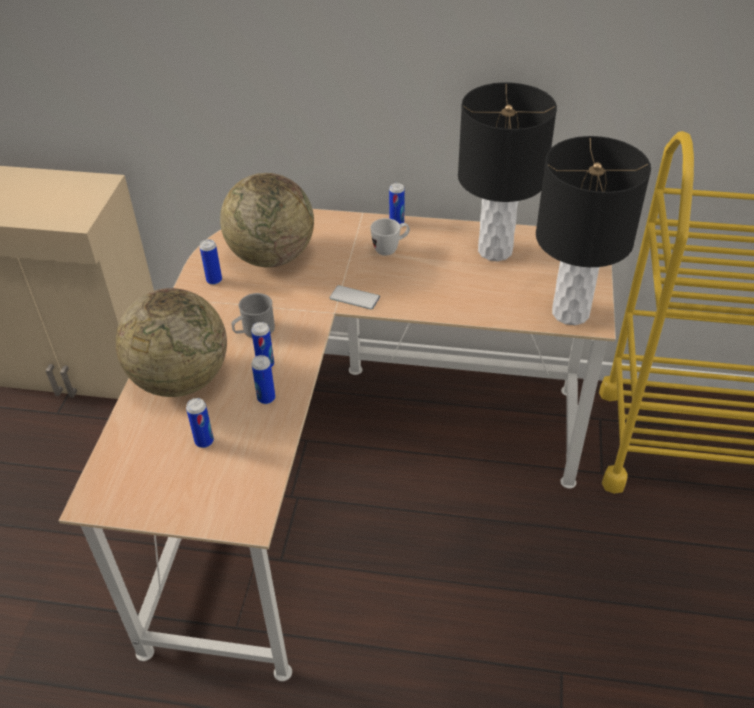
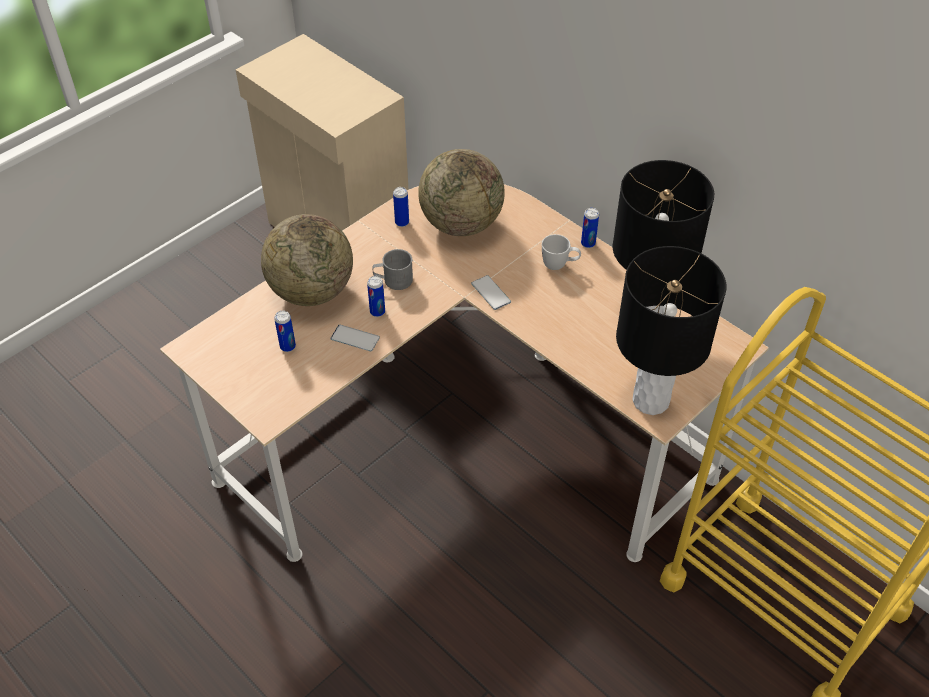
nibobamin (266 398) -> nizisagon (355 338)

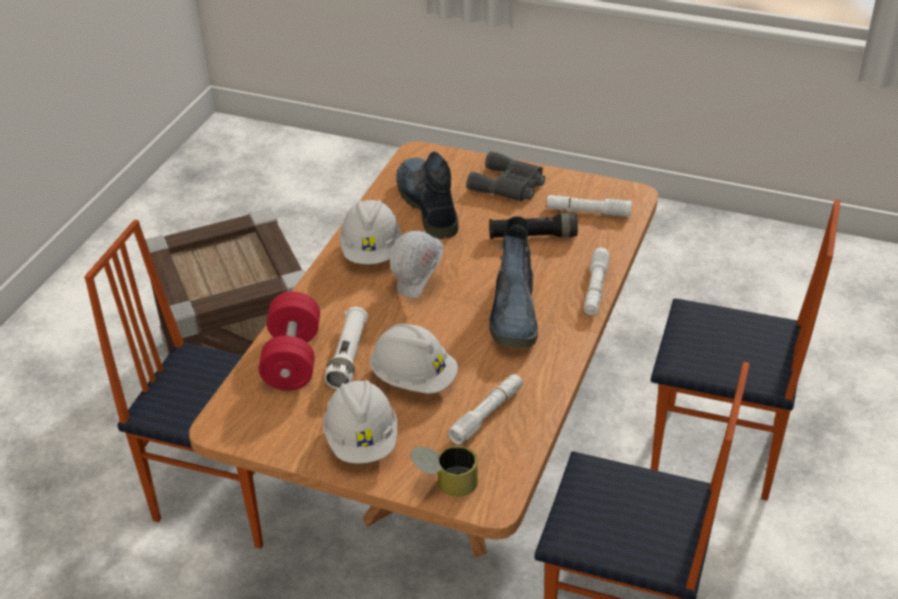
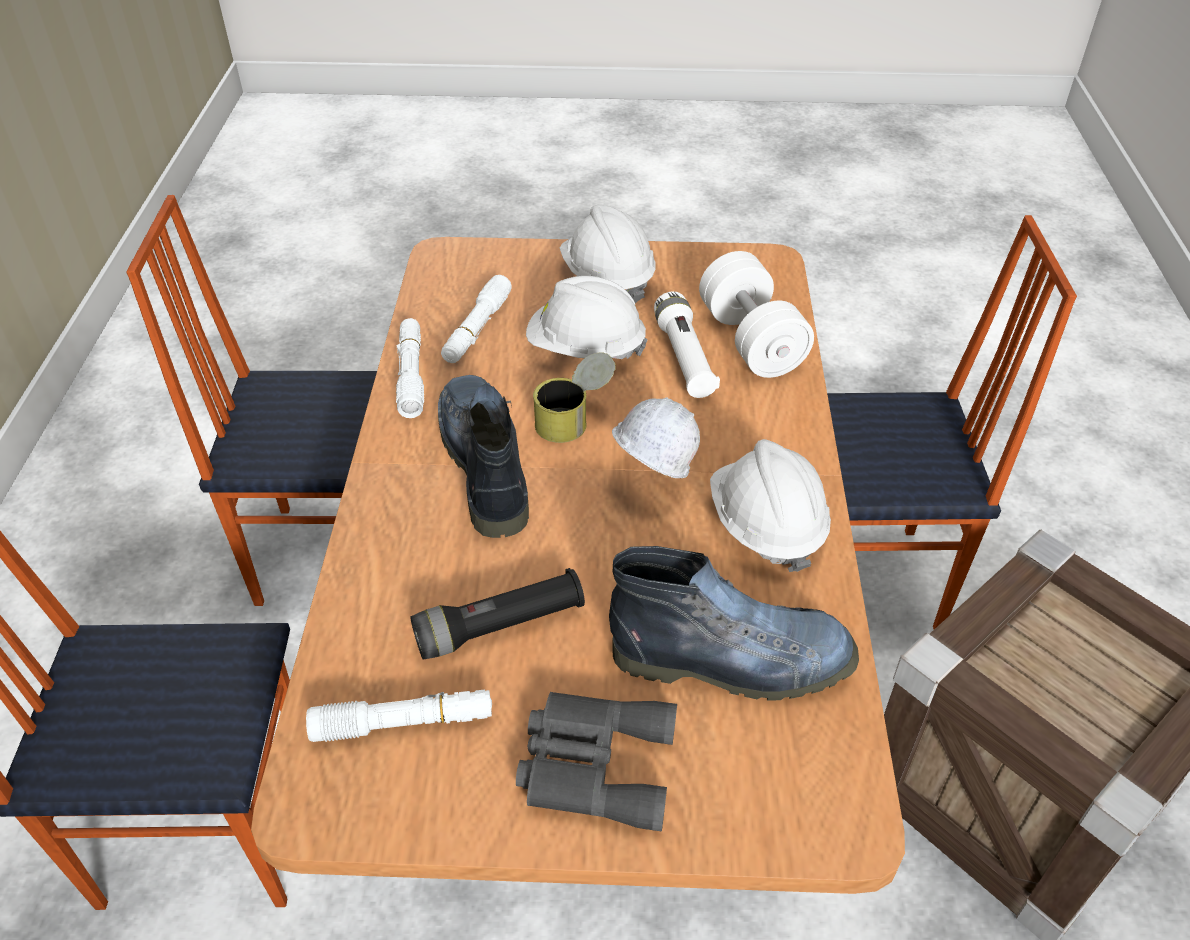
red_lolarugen (293 359) -> white_lolarugen (751 341)
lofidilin (427 205) -> lofidilin (735 659), 45 degrees counterclockwise
nibobamin (445 483) -> nibobamin (575 419), relocated
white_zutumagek (595 288) -> white_zutumagek (411 375), relocated

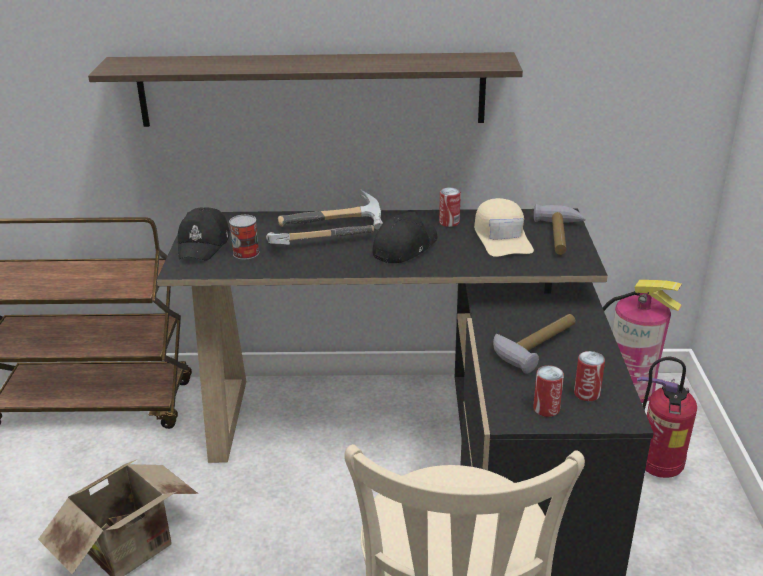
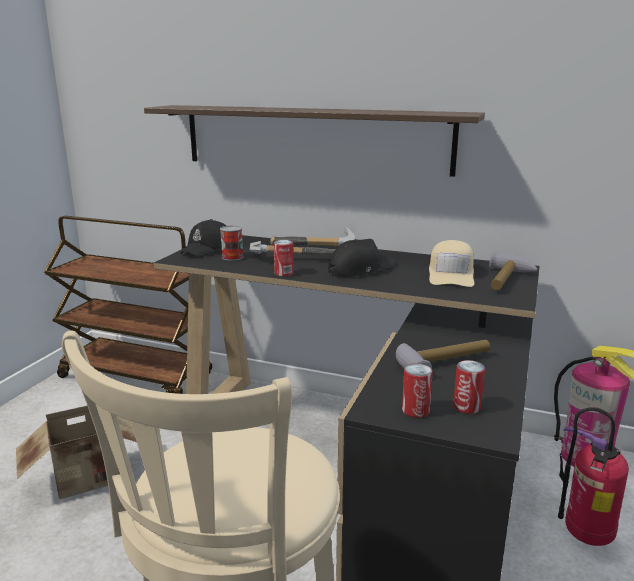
nibobamin (449 222) -> nibobamin (284 273), relocated

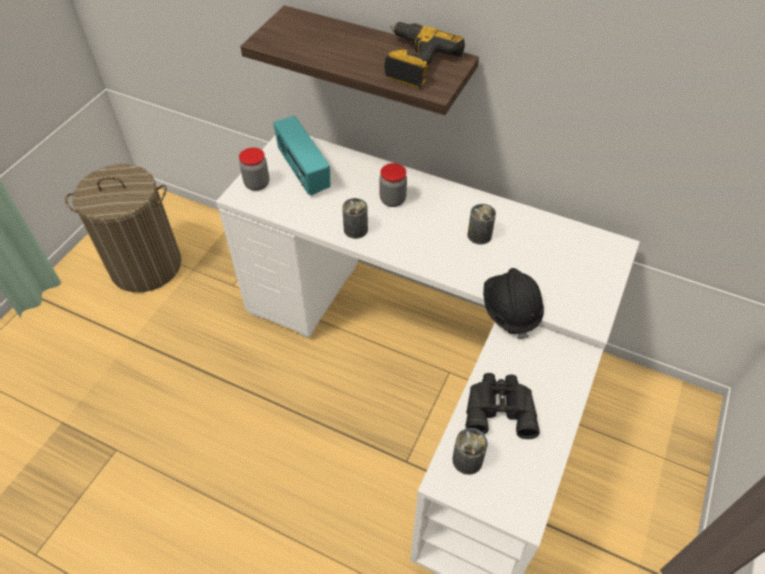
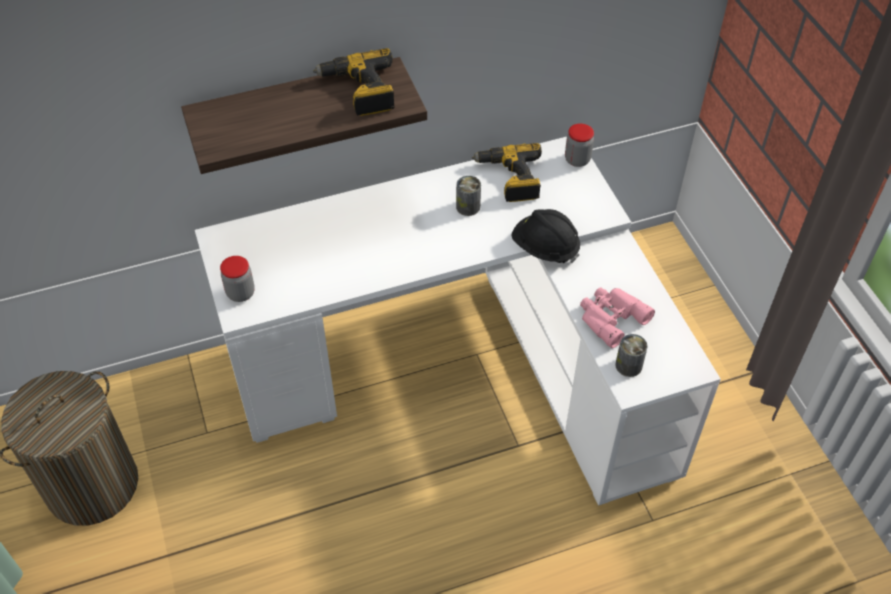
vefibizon (303 172) -> none
nibobamin (355 229) -> none
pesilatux (392 200) -> pesilatux (577 160), relocated
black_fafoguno (499 407) -> pink_fafoguno (610 317)
none -> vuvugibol (510 179)

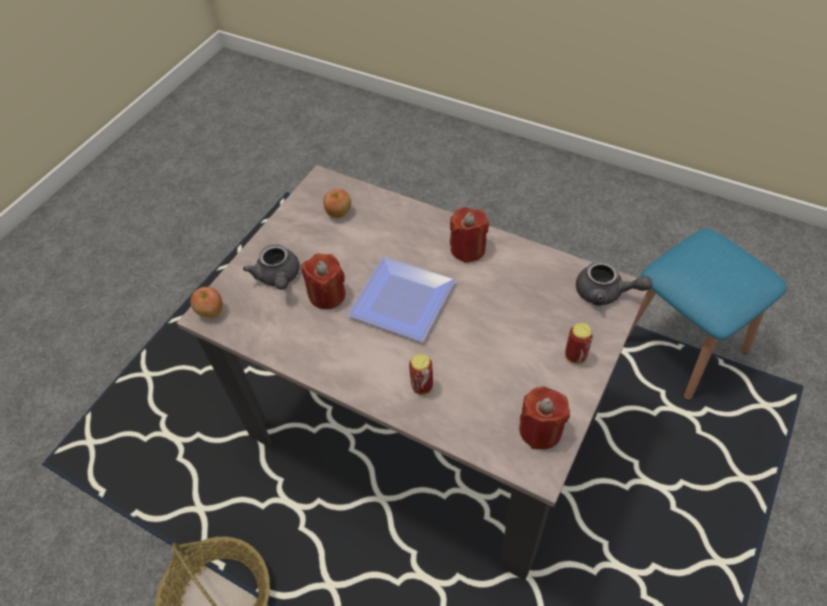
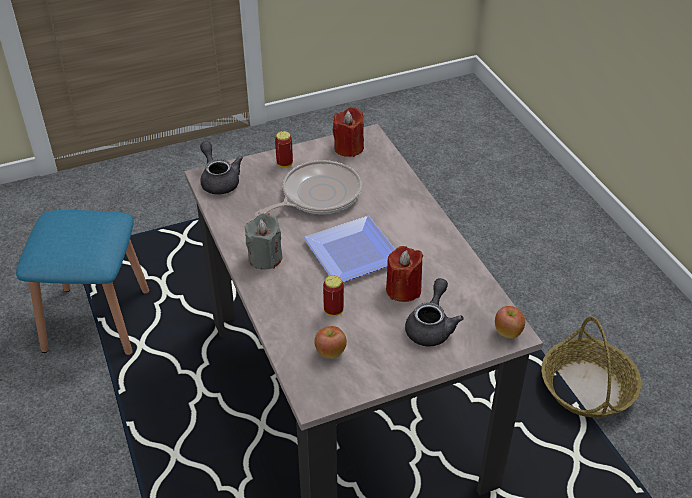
nibobamin (422 386) -> nibobamin (333 311), relocated
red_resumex (468 249) -> grey_resumex (265 258)
none -> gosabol (317 195)

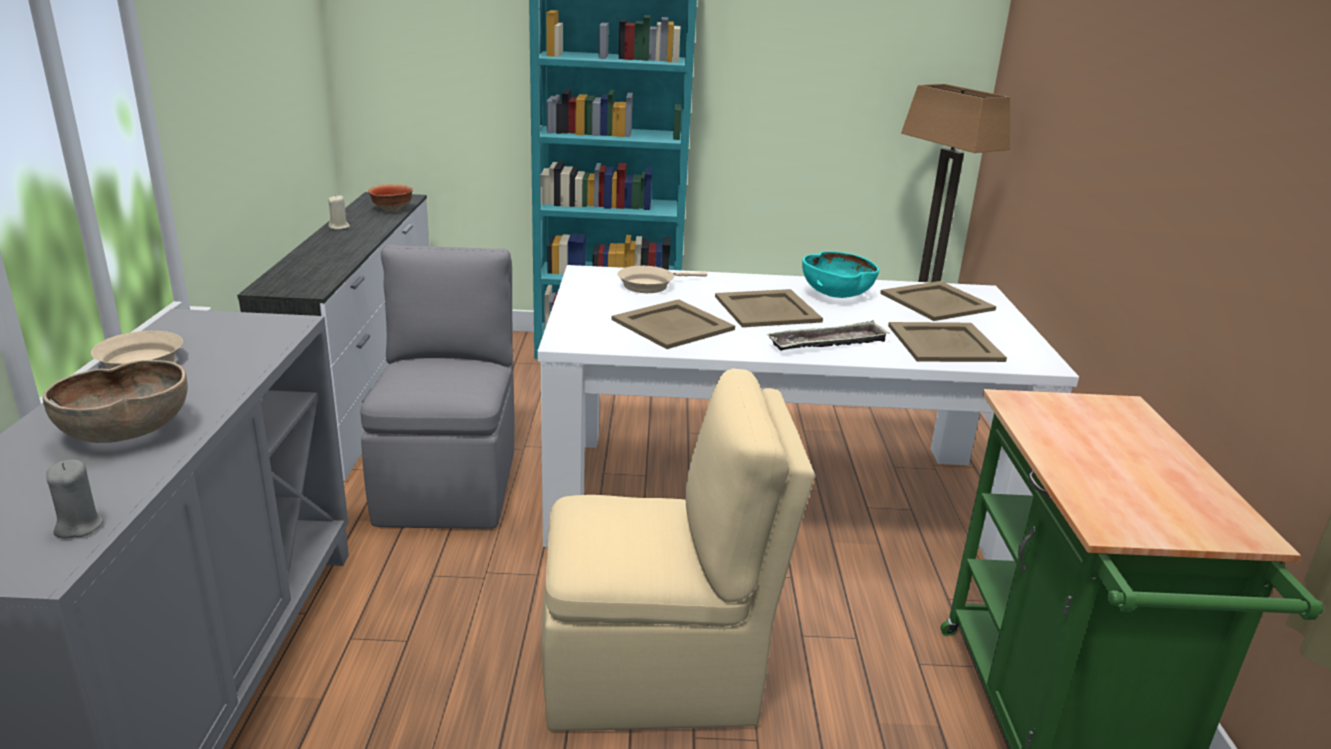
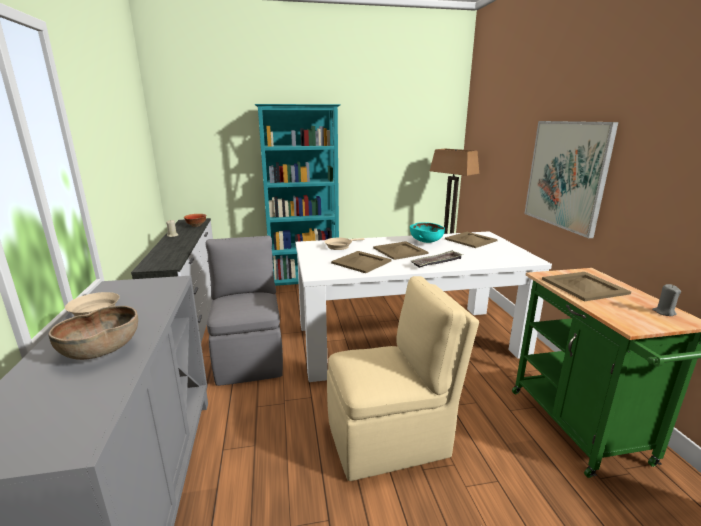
grey_resumex (79 526) -> grey_resumex (664 312), relocated
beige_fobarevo (945 343) -> beige_fobarevo (584 286), relocated
none -> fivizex (566 175)

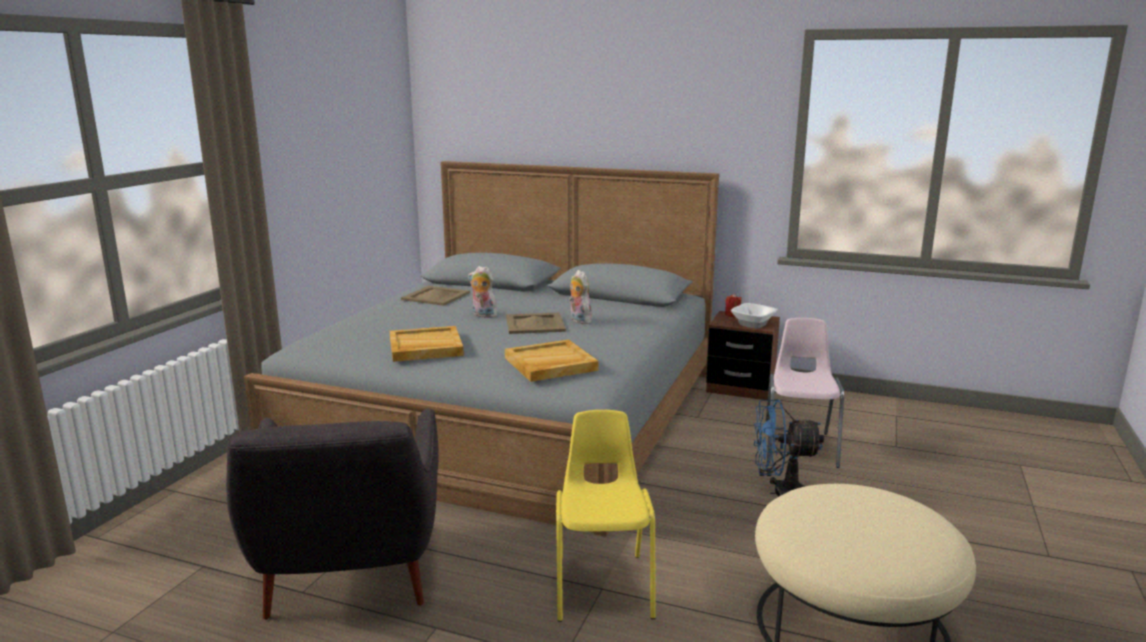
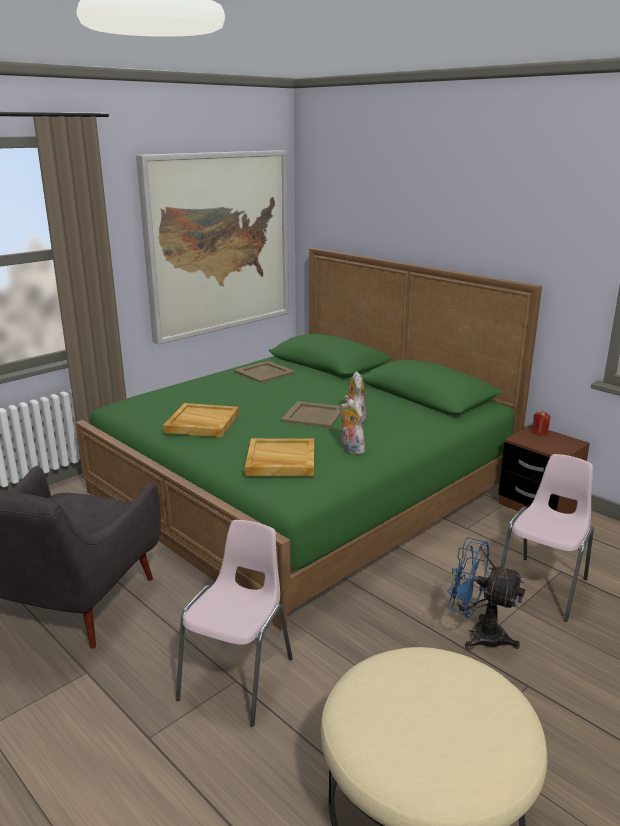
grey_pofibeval (511 414) -> green_pofibeval (303 487)
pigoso (483 315) -> pigoso (350 449), relocated
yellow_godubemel (603 586) -> pink_godubemel (239 678)
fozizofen (753 324) -> none
none -> fivizex (218 243)

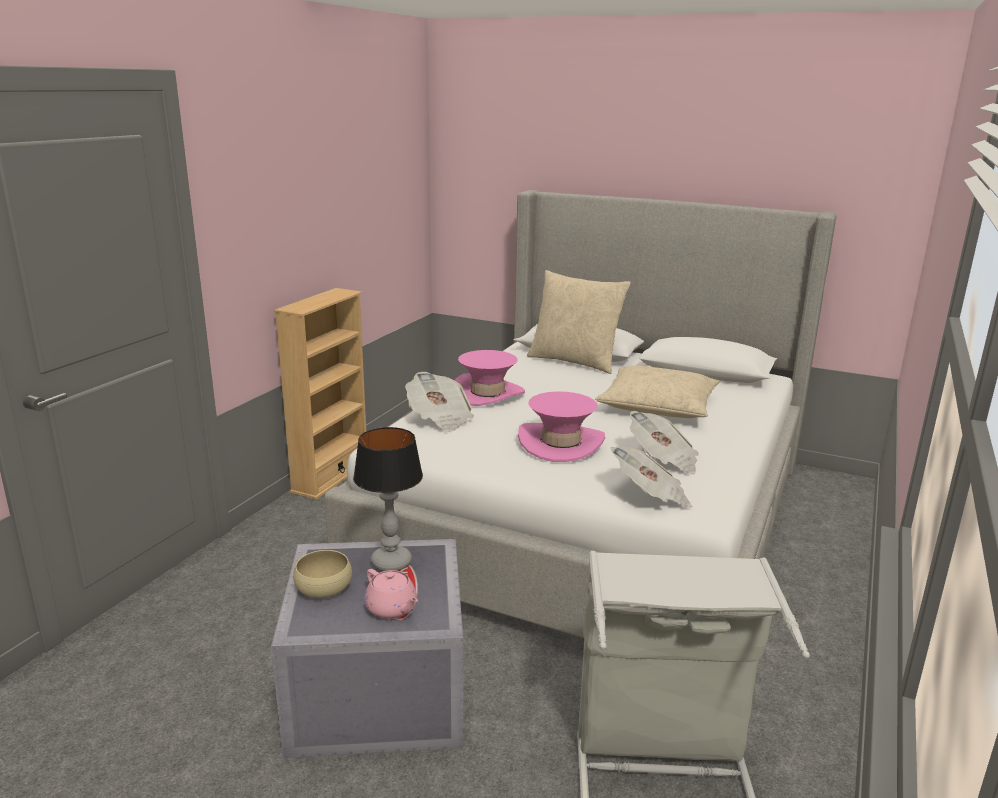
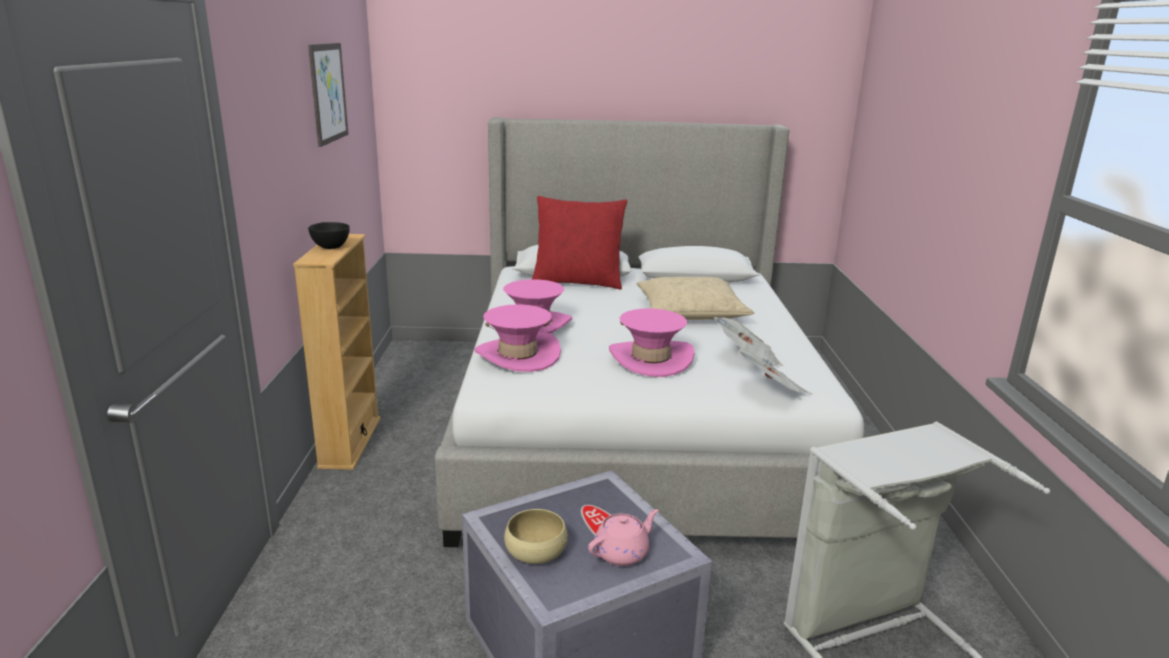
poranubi (392 563) -> none
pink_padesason (392 609) -> pink_padesason (622 553), 60 degrees counterclockwise
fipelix (439 419) -> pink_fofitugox (517 355)
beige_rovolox (575 361) -> red_rovolox (578 282)
none -> fivizex (328 93)
none -> black_fozizofen (330 247)

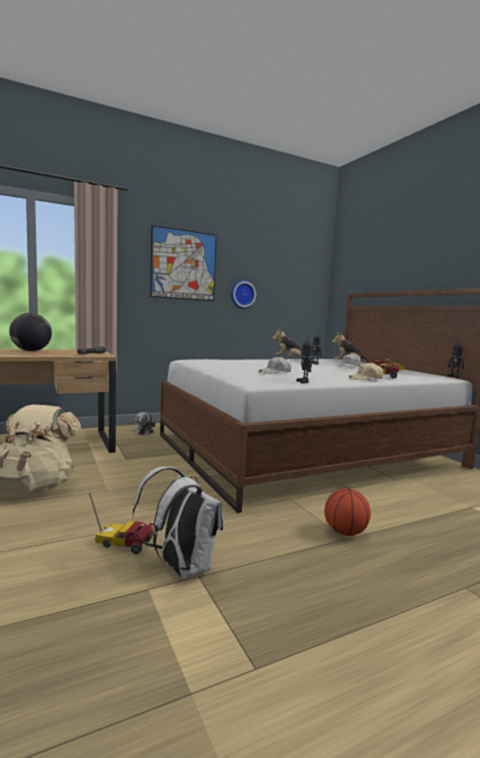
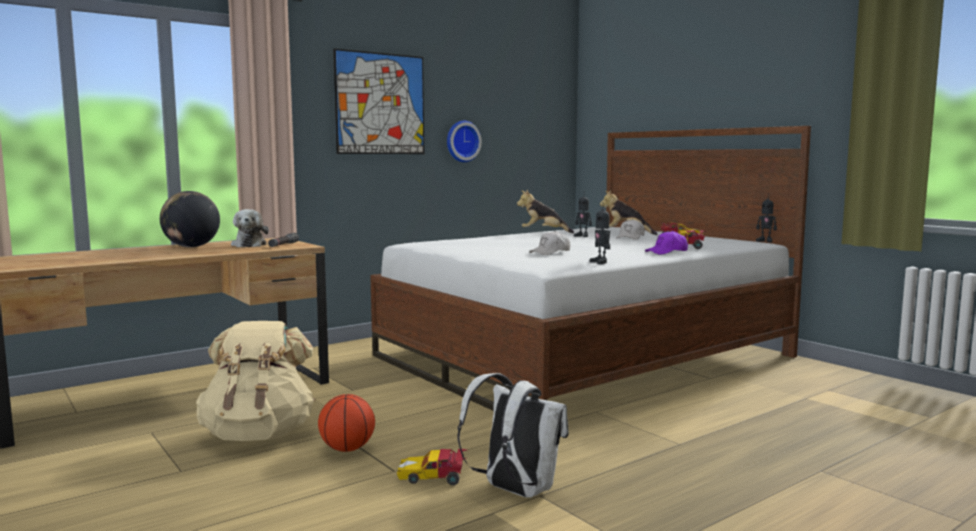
pigoso (144 431) -> pigoso (249 245), relocated
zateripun (345 532) -> zateripun (347 449), relocated
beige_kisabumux (366 379) -> purple_kisabumux (667 252)

